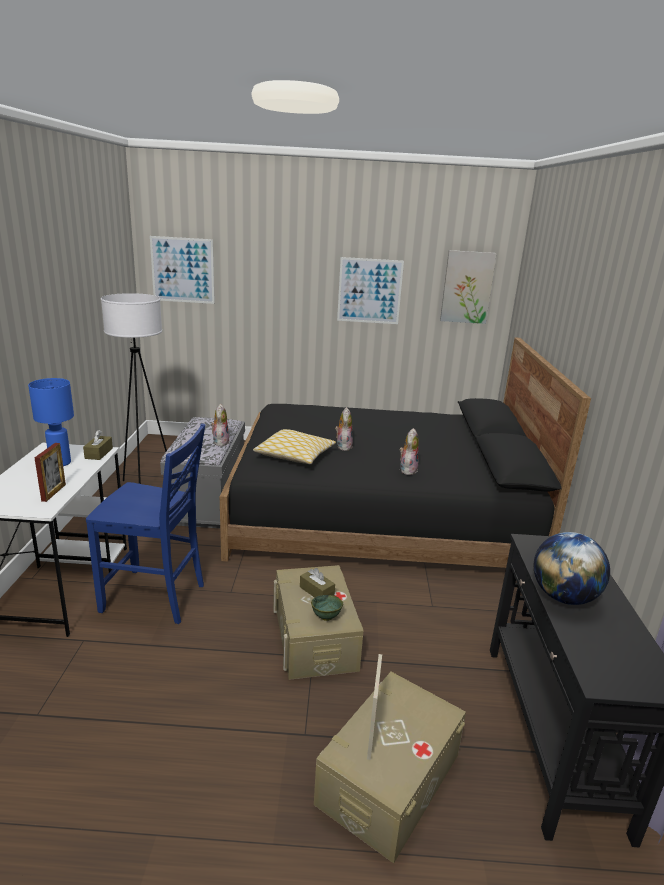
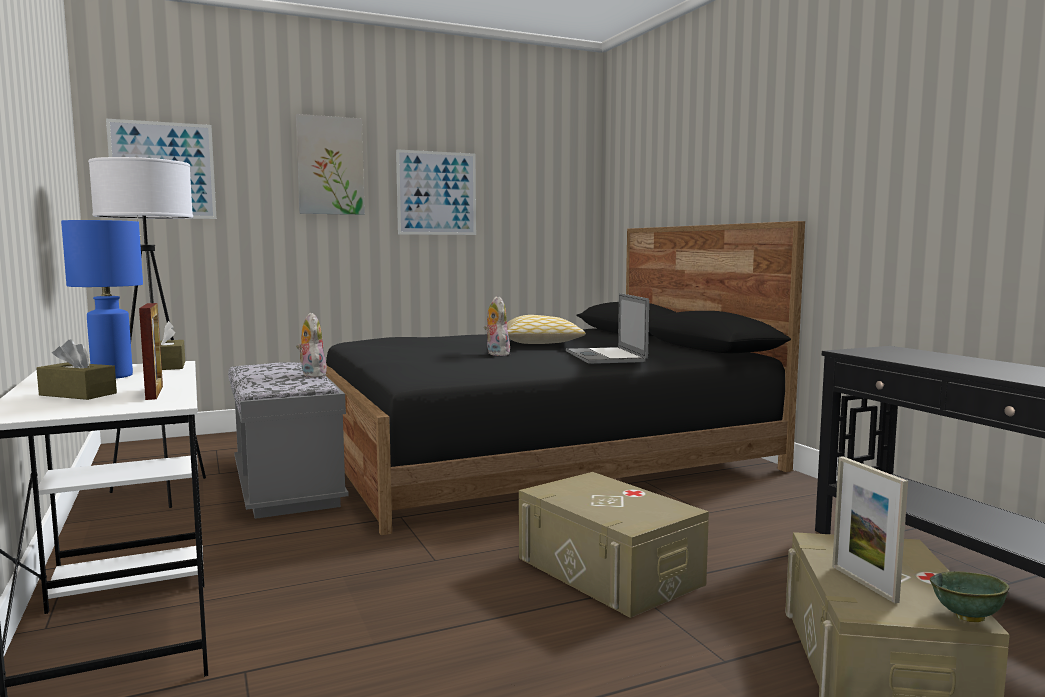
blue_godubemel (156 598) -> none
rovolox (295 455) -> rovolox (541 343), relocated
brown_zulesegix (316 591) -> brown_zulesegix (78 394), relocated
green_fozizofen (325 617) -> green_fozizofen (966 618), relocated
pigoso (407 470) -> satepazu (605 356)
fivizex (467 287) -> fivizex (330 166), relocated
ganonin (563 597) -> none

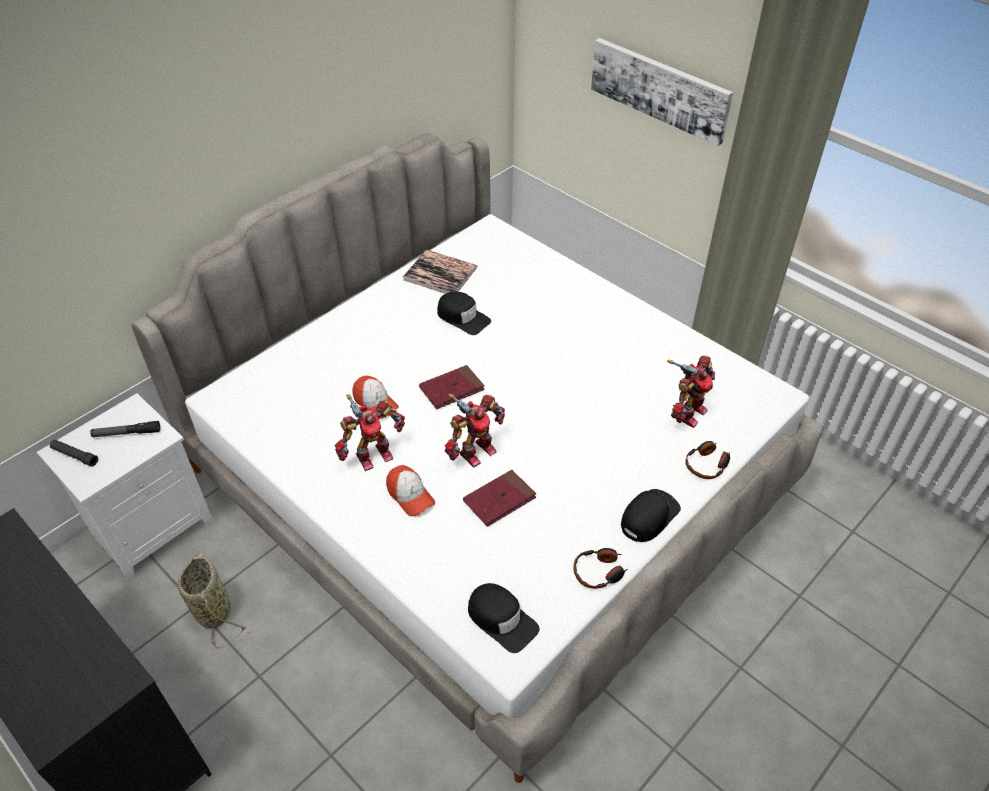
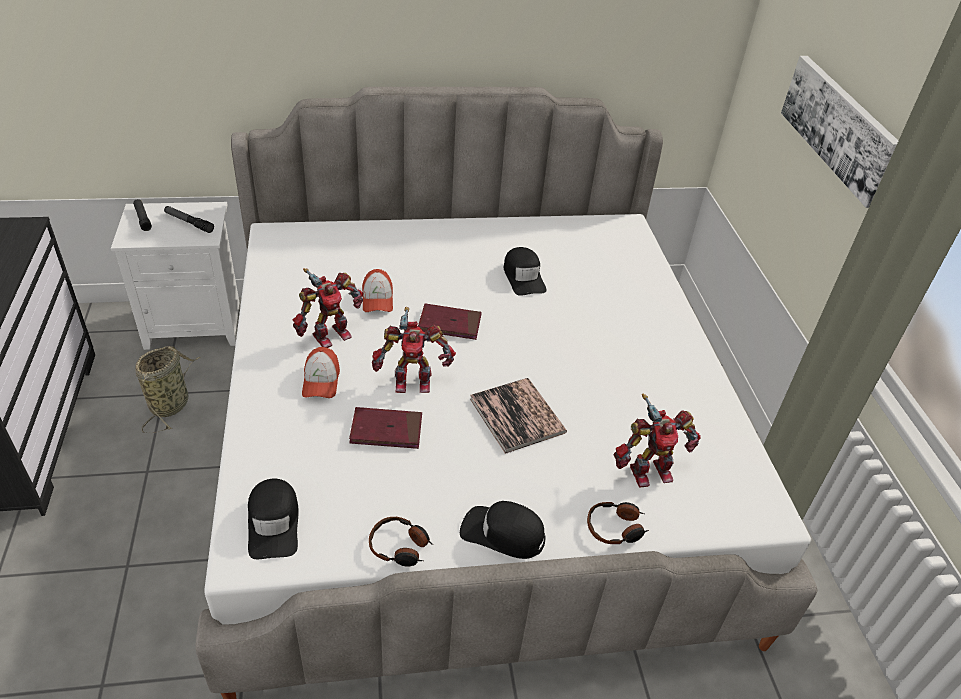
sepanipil (373 455) -> sepanipil (330 334), 45 degrees counterclockwise
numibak (440 273) -> numibak (517 415), relocated
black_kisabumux (649 516) -> black_kisabumux (502 533), 150 degrees counterclockwise

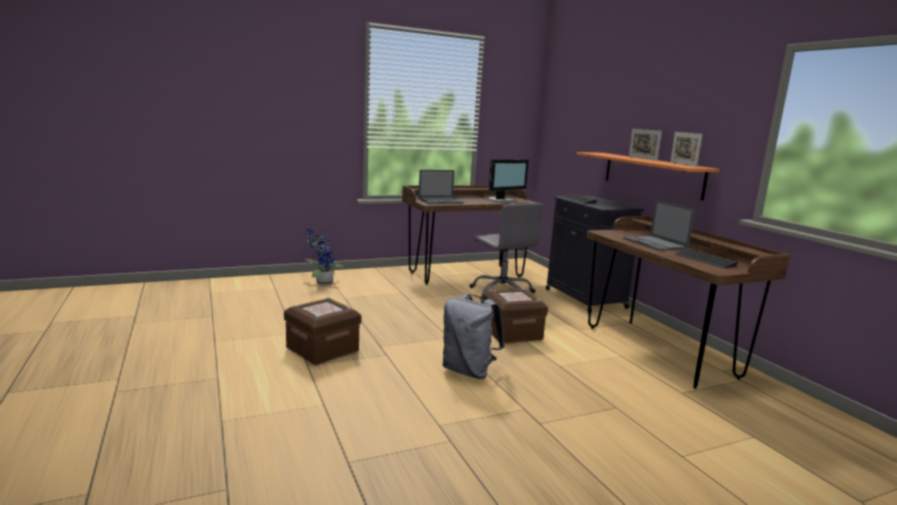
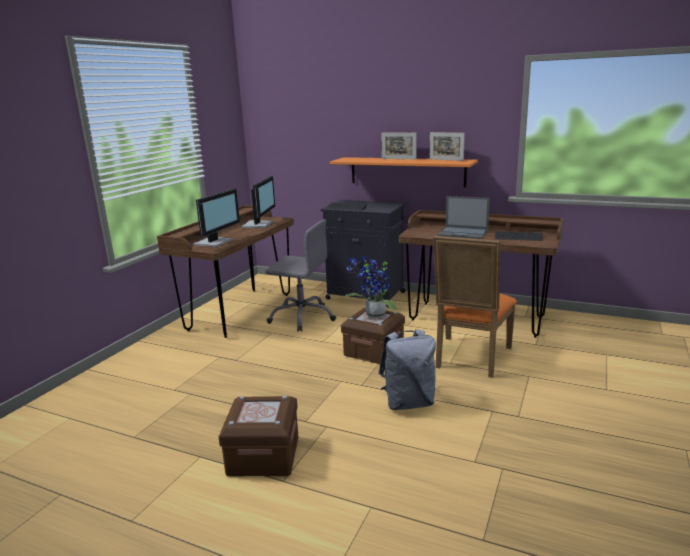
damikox (322 283) -> damikox (373 315), relocated
satepazu (441 201) -> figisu (215 242)
none -> orange_godubemel (470 359)

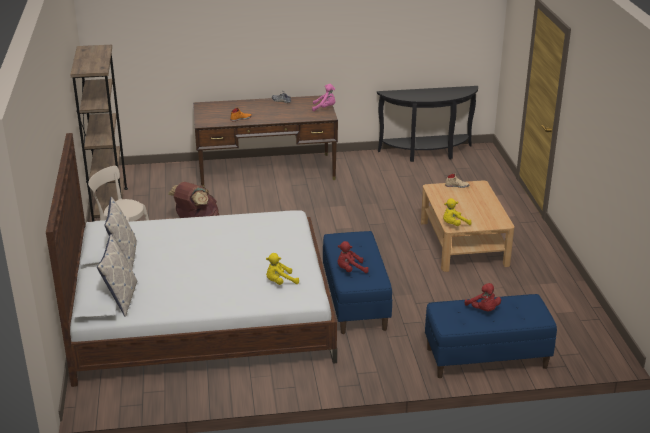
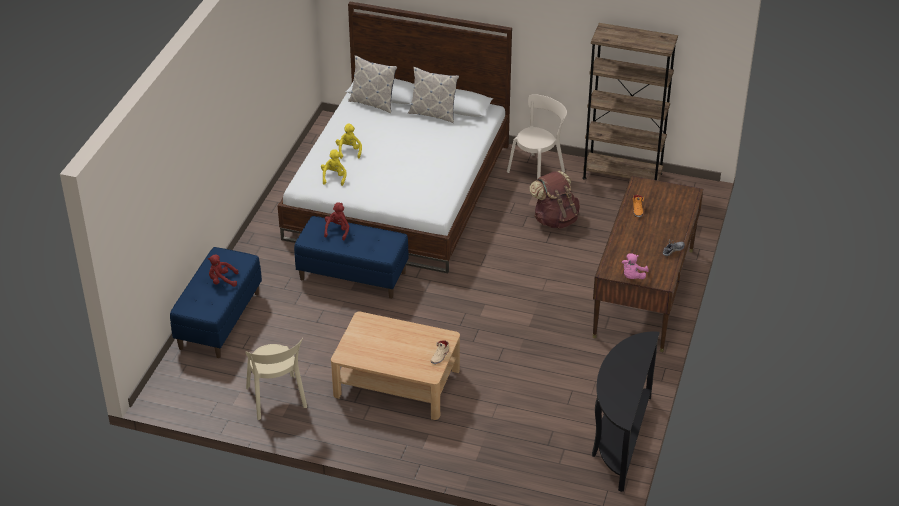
yellow_pigoso (454 224) -> yellow_pigoso (349 151), relocated
none -> beige_godubemel (277 400)

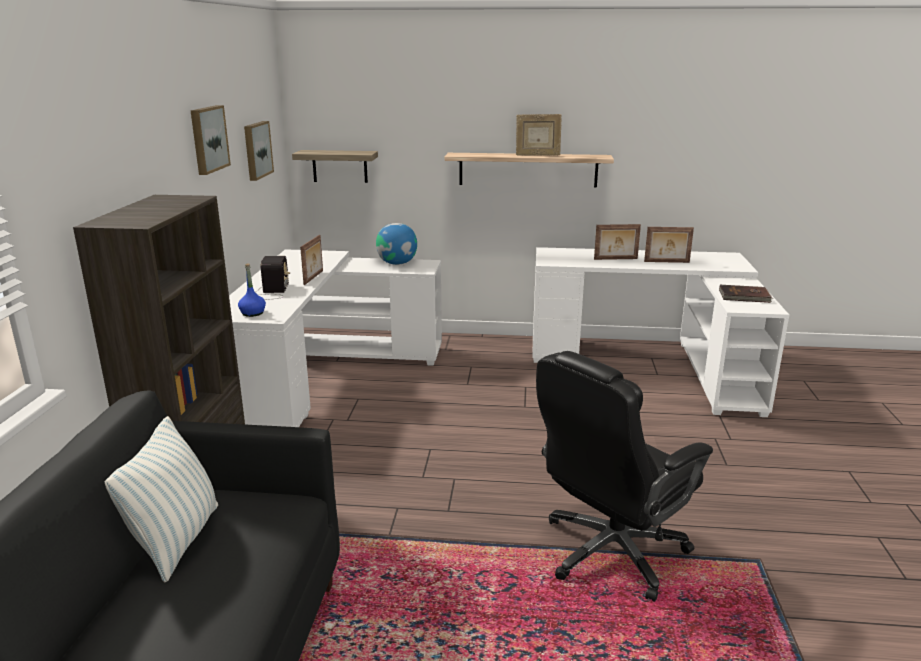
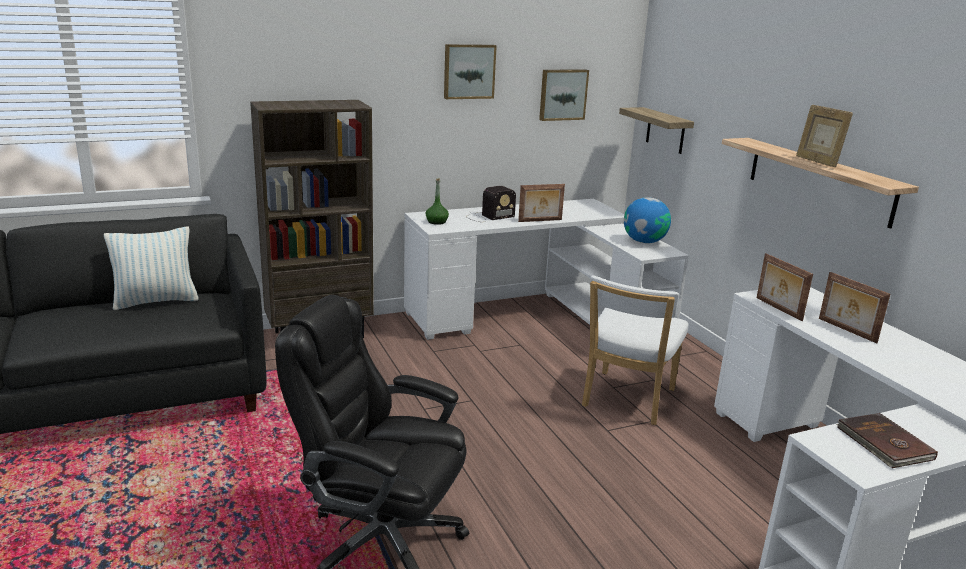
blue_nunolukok (253 313) -> green_nunolukok (436 222)
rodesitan (667 262) -> rodesitan (778 309), relocated
none -> white_godubemel (626 400)

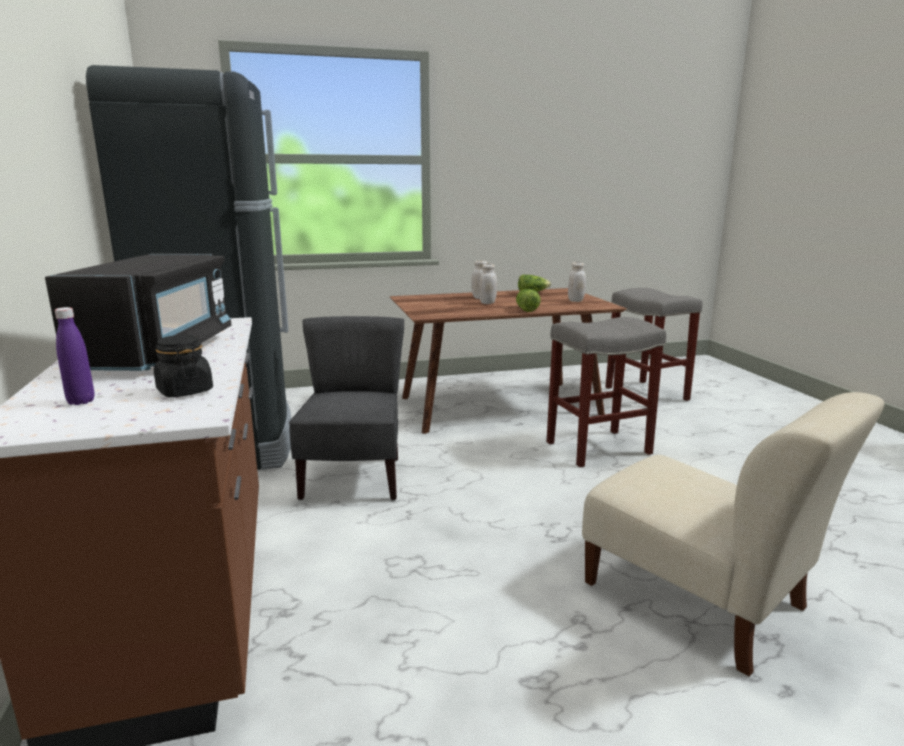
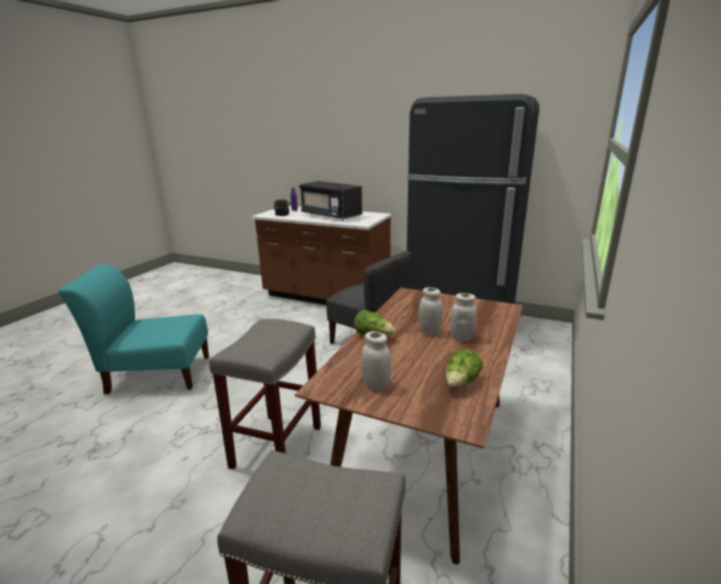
beige_godubemel (700 601) -> turquoise_godubemel (155 374)

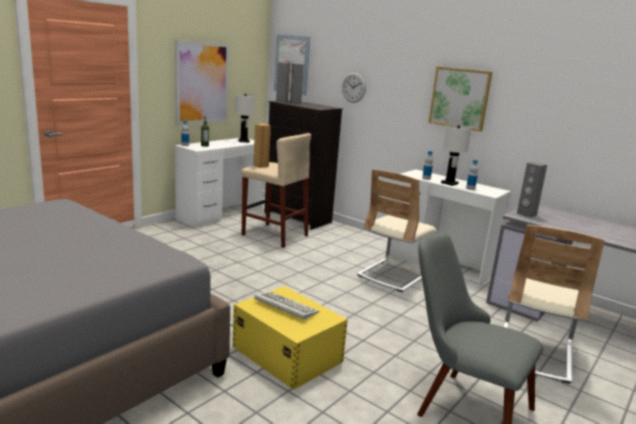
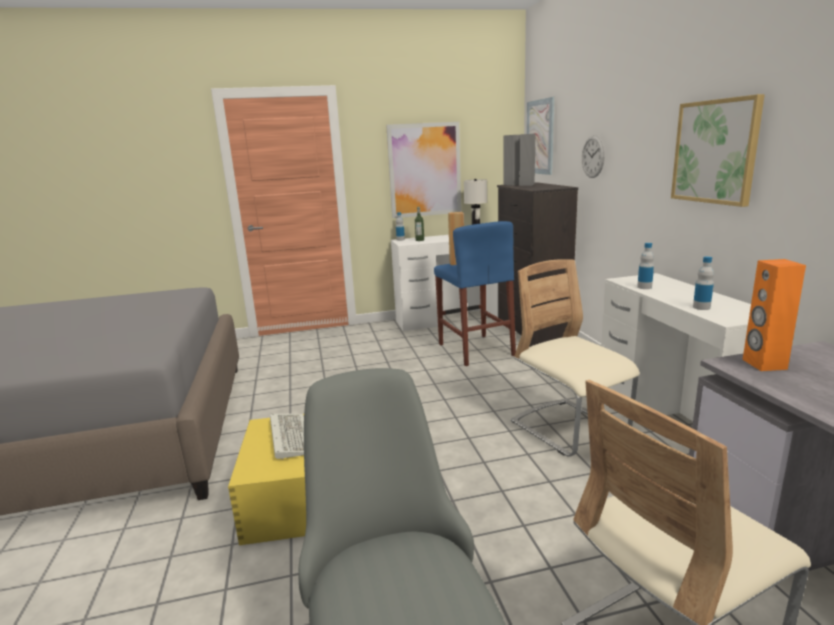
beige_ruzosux (274 235) -> blue_ruzosux (475 349)
beige_godubemel (393 274) -> beige_godubemel (569 428), 75 degrees clockwise
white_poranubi (449 183) -> none
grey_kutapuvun (526 214) -> orange_kutapuvun (763 364)

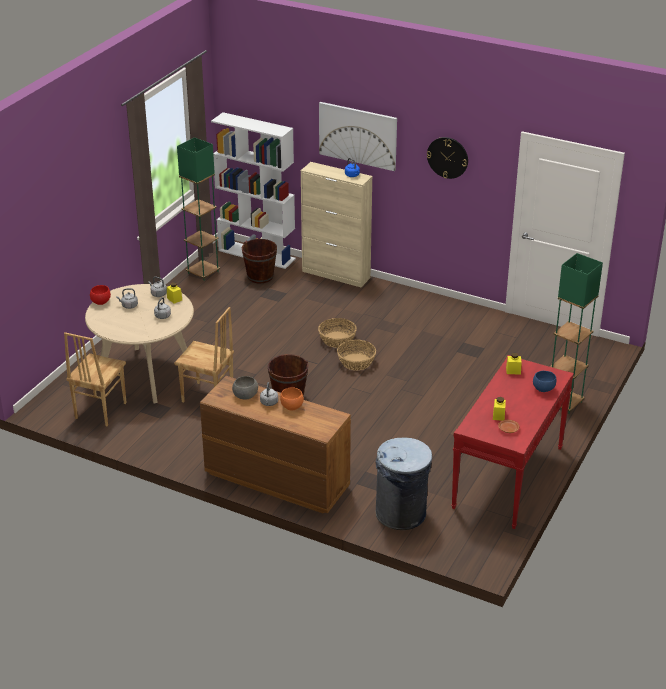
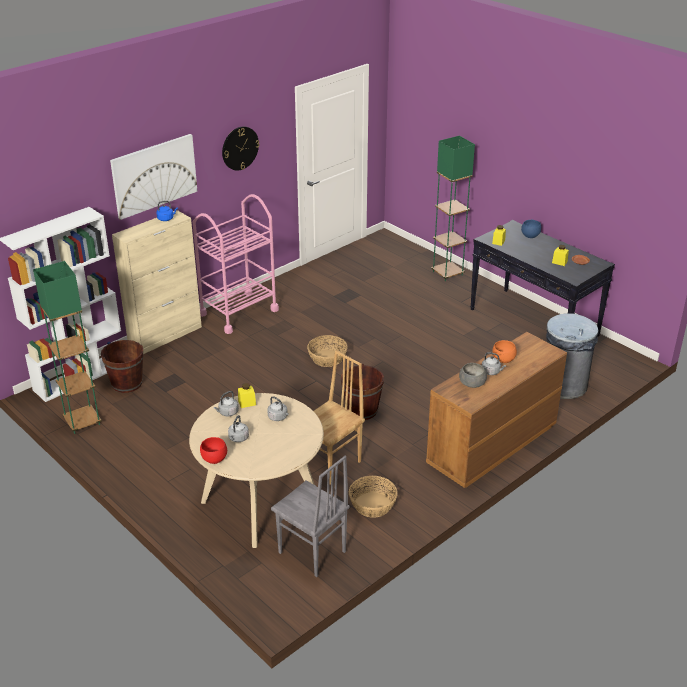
brown_godubemel (99 410) -> grey_godubemel (312 553)
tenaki (337 340) -> tenaki (373 504), relocated
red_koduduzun (508 478) -> black_koduduzun (534 322)
none -> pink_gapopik (238 312)

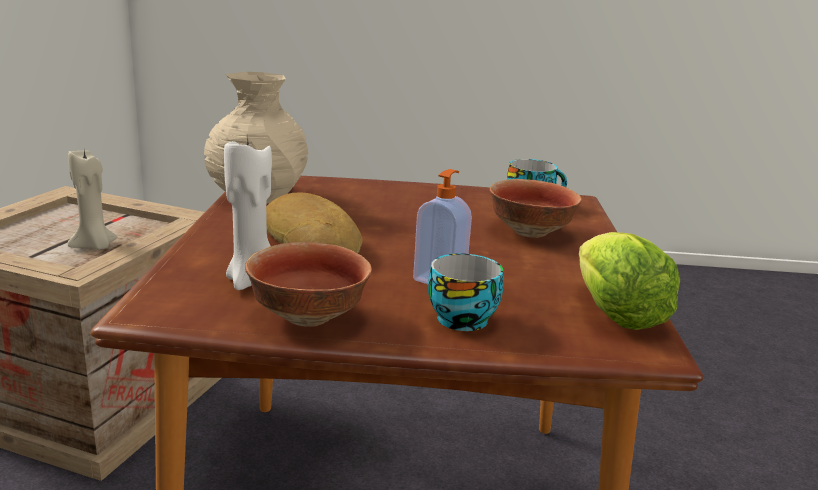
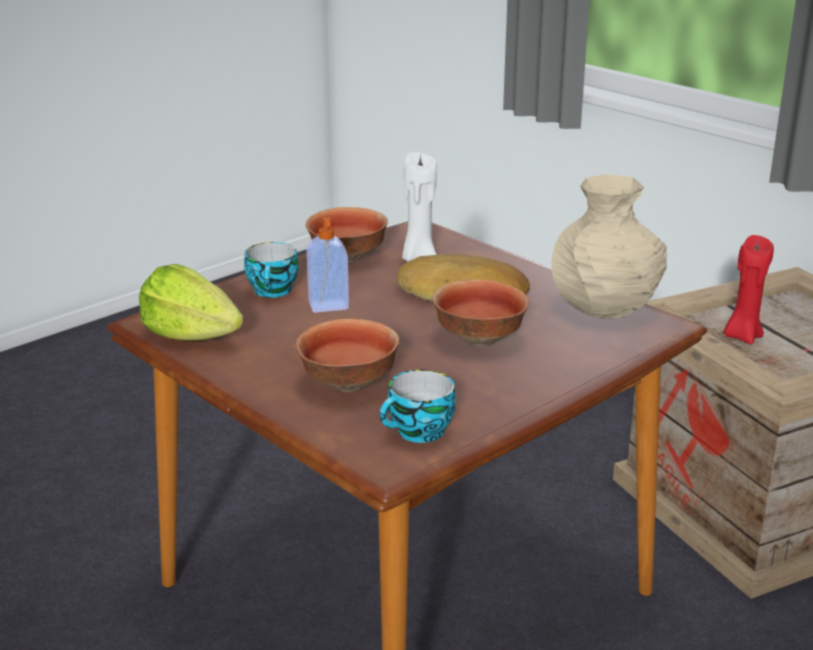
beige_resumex (95 246) -> red_resumex (742 336)
none -> fozizofen (480 338)

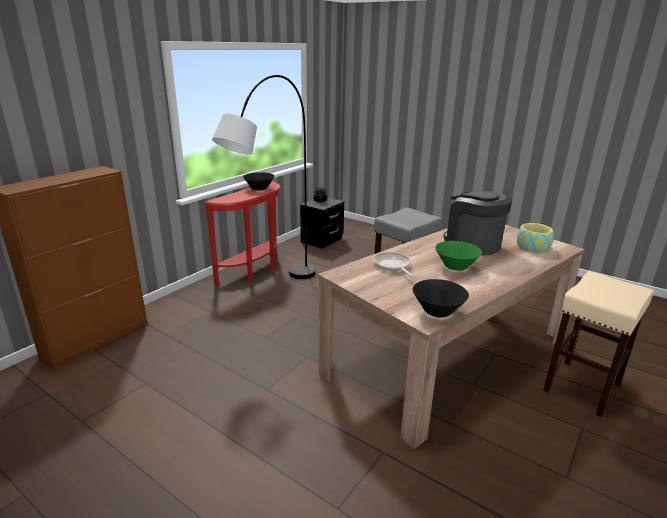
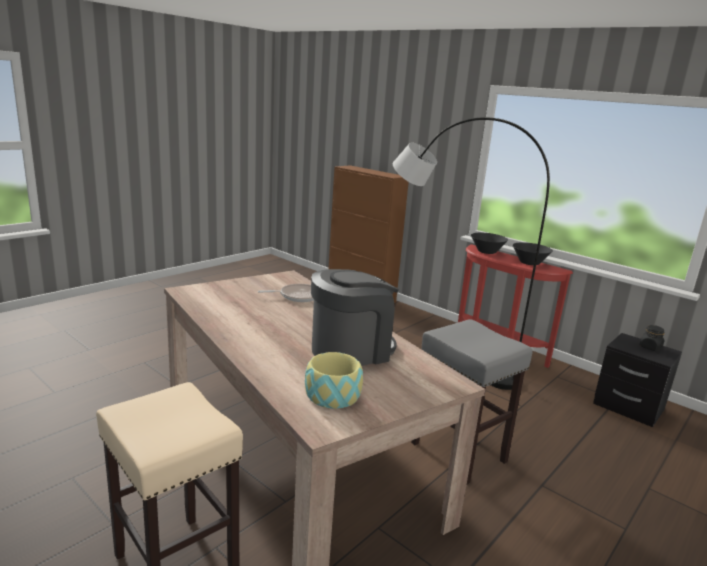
black_fozizofen (438 311) -> black_fozizofen (486 252), relocated
green_fozizofen (455 266) -> none

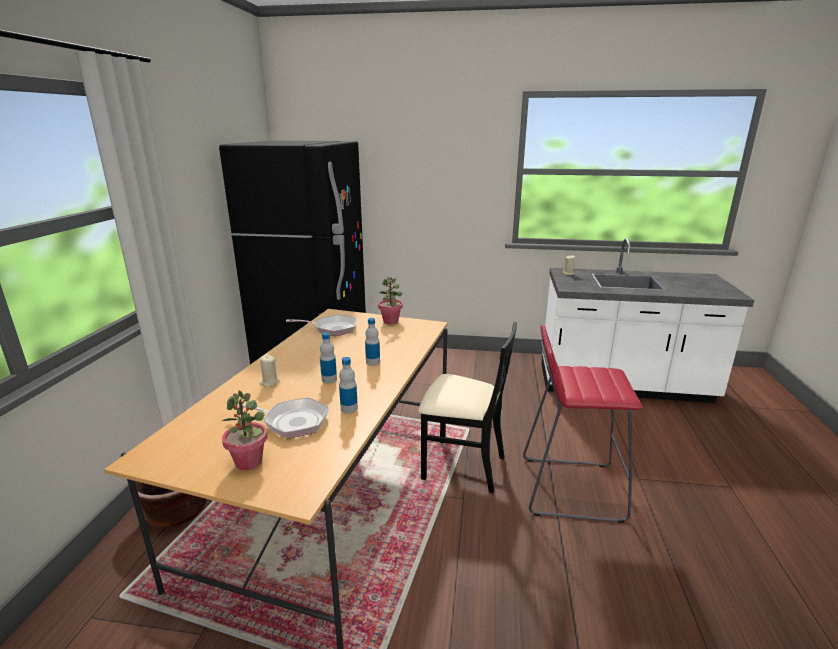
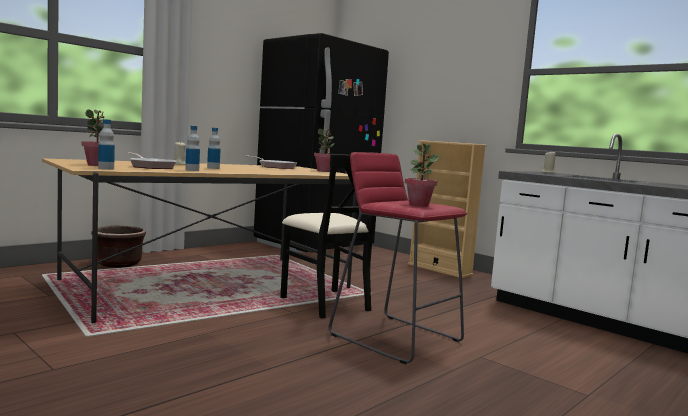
nunolukok (373 362) -> nunolukok (106 169), relocated
none -> damikox (418 205)
none -> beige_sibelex (439 269)

